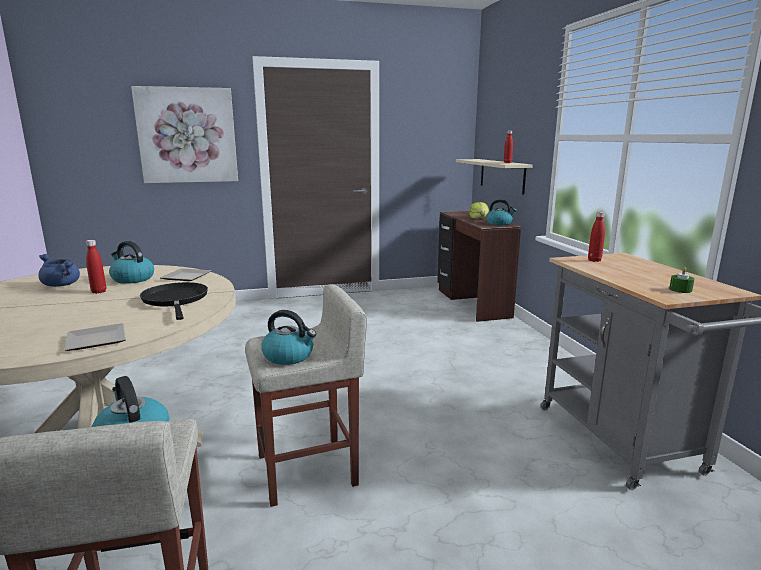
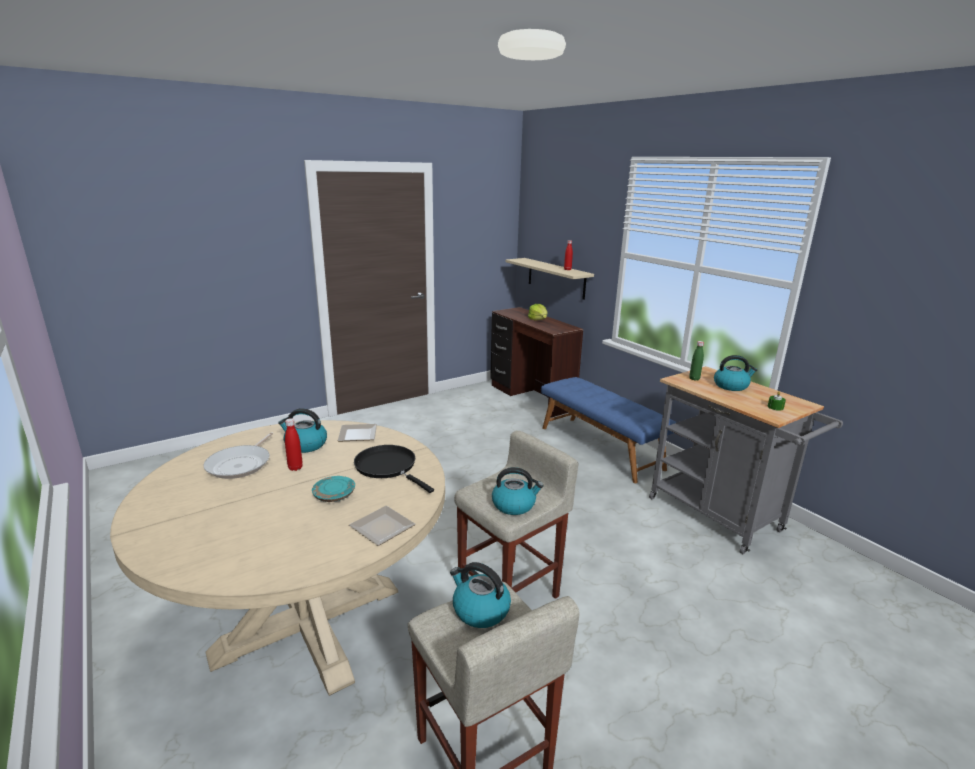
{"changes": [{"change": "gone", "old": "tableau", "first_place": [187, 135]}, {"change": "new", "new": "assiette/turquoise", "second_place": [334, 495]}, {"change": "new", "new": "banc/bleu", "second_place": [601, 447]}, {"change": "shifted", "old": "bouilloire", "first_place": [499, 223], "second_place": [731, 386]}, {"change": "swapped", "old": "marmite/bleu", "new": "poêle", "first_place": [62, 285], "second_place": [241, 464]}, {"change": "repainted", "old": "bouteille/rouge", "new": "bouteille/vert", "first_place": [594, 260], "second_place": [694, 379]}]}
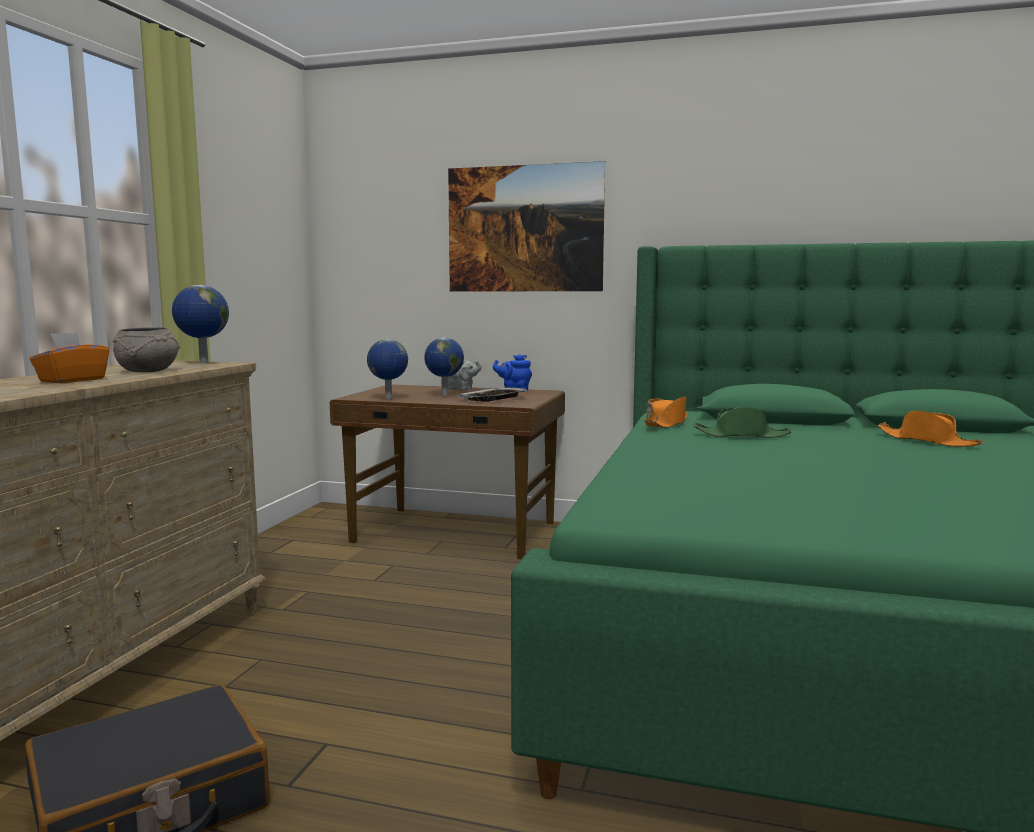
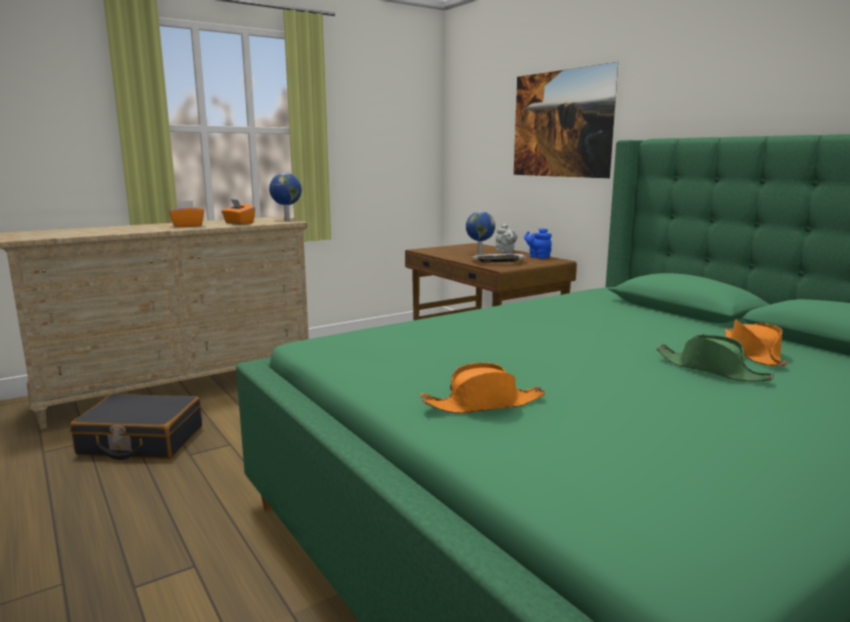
{"changes": [{"change": "gone", "old": "globe", "first_place": [388, 398]}, {"change": "shifted", "old": "chapeau/orange", "first_place": [666, 424], "second_place": [484, 404]}, {"change": "shifted", "old": "chapeau/vert", "first_place": [741, 435], "second_place": [711, 370]}, {"change": "swapped", "old": "bol/gris", "new": "boîte à mouchoirs/orange", "first_place": [148, 371], "second_place": [239, 223]}]}
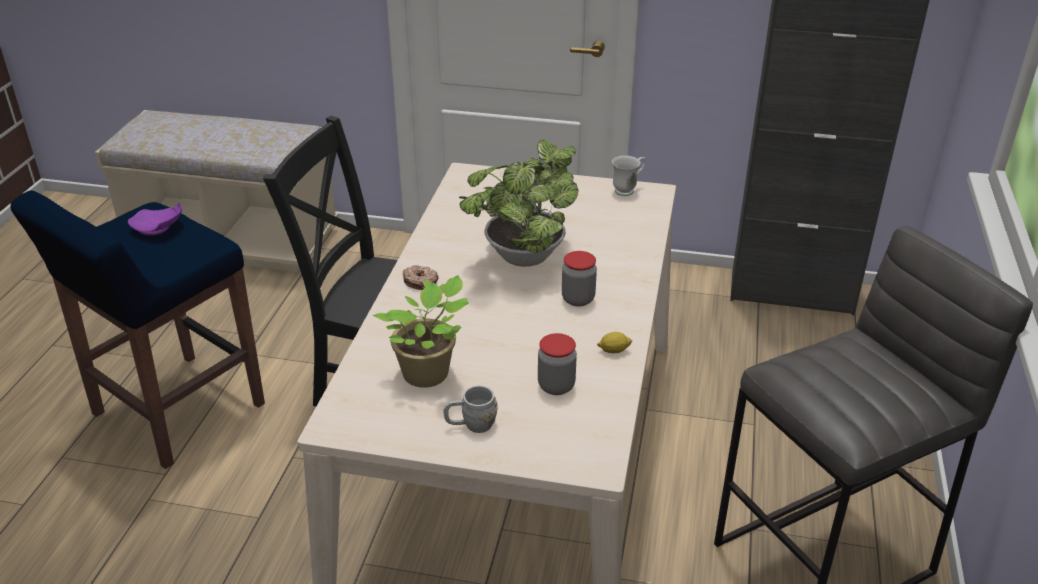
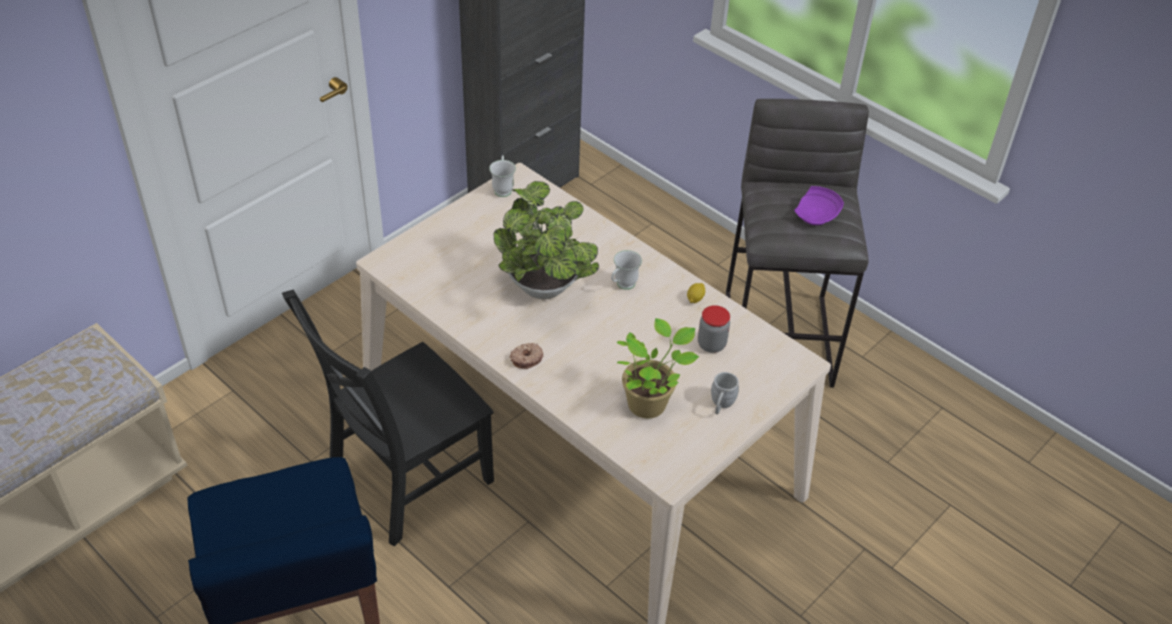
{"changes": [{"change": "shifted", "old": "assiette/violet", "first_place": [158, 228], "second_place": [817, 215]}, {"change": "swapped", "old": "bocal", "new": "mug/blanc", "first_place": [578, 299], "second_place": [622, 286]}]}
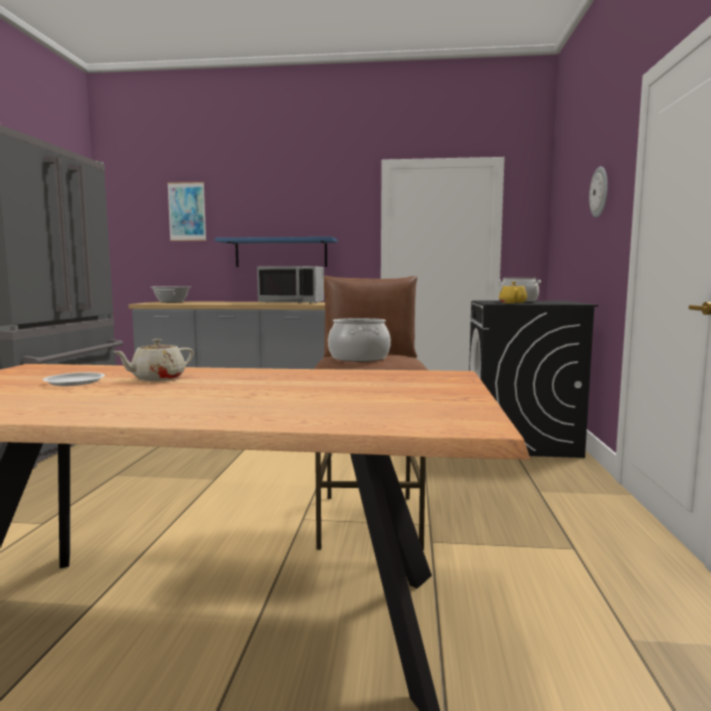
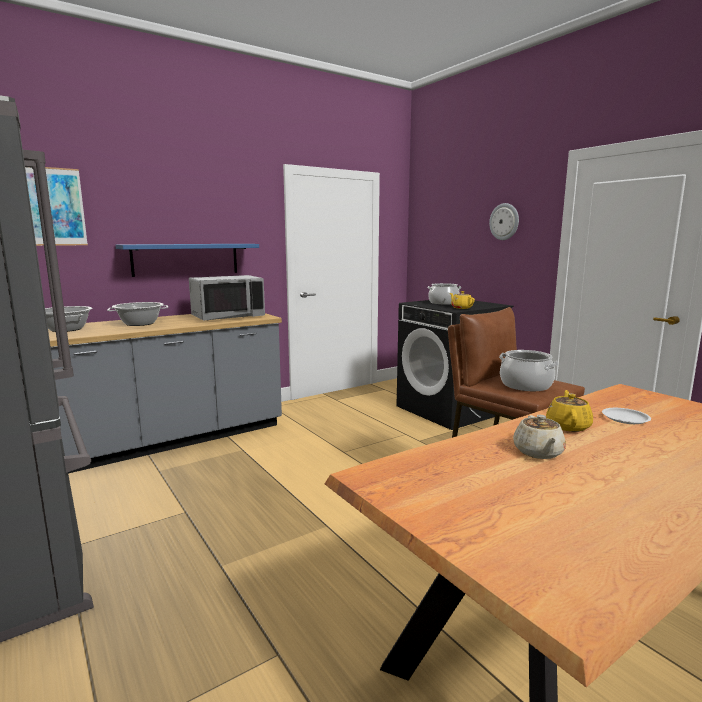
{"changes": [{"change": "new", "new": "marmite", "second_place": [140, 323]}, {"change": "new", "new": "théière/jaune", "second_place": [568, 426]}, {"change": "shifted", "old": "assiette/blanc", "first_place": [75, 382], "second_place": [625, 418]}]}
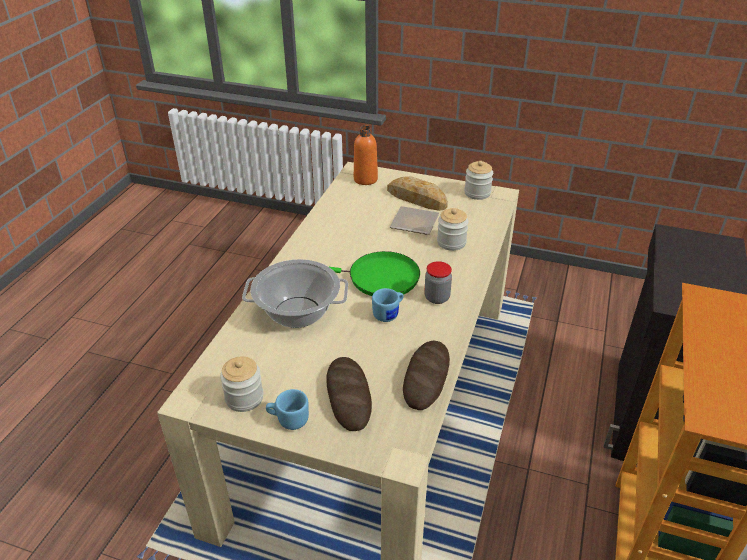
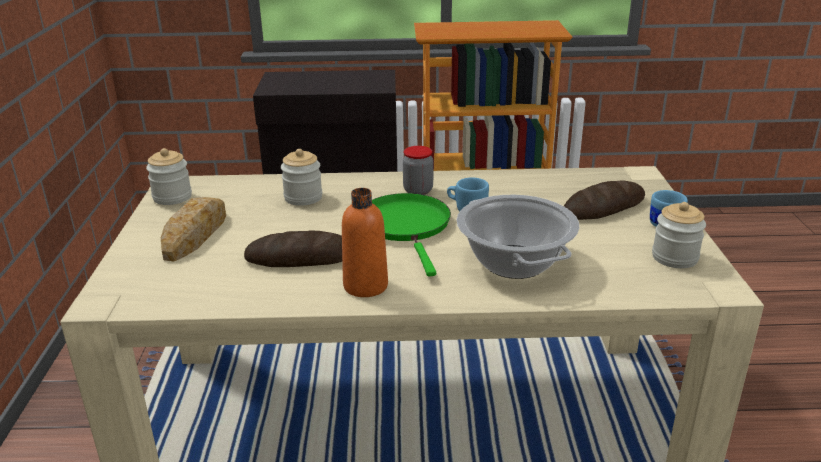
{"changes": [{"change": "gone", "old": "assiette", "first_place": [412, 223]}, {"change": "shifted", "old": "bouteille/orange", "first_place": [365, 179], "second_place": [365, 286]}, {"change": "shifted", "old": "pain", "first_place": [426, 377], "second_place": [300, 257]}]}
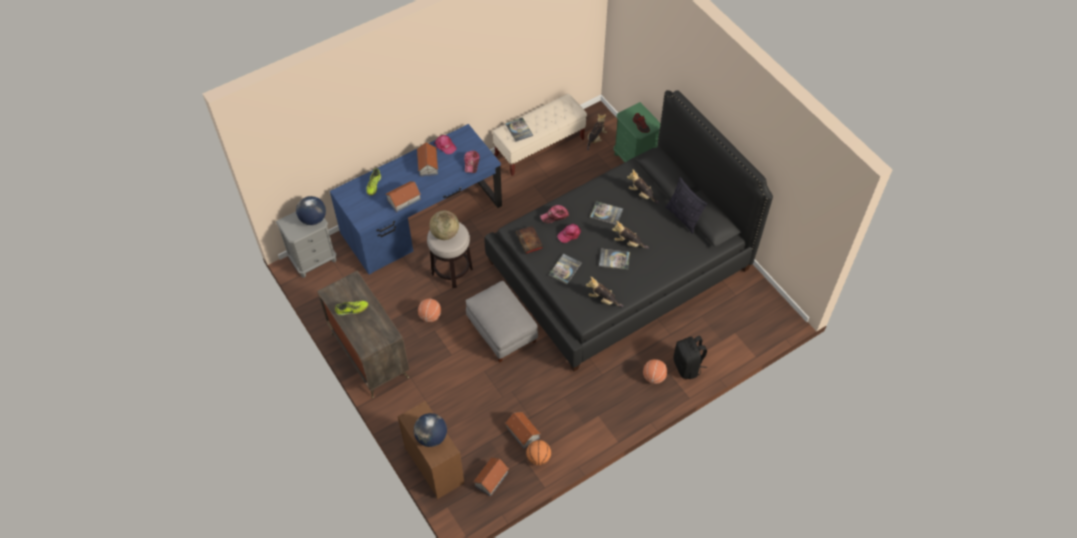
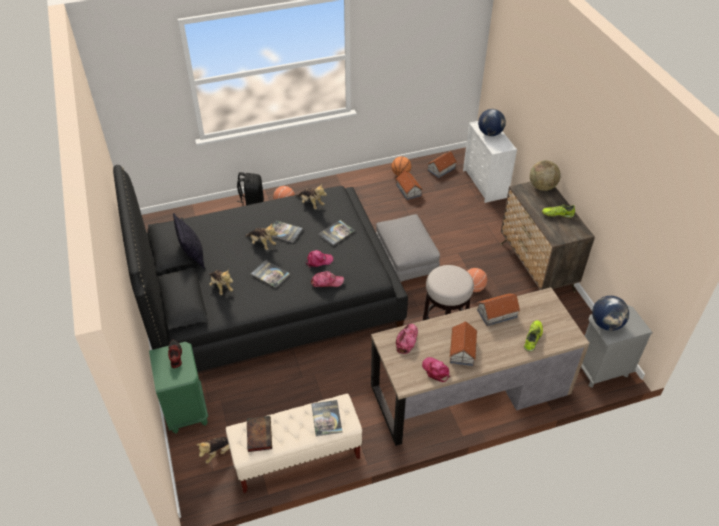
{"changes": [{"change": "shifted", "old": "globe", "first_place": [445, 233], "second_place": [542, 187]}, {"change": "shifted", "old": "livre", "first_place": [530, 241], "second_place": [259, 434]}, {"change": "repainted", "old": "bureau/bleu", "new": "bureau/marron", "first_place": [422, 219], "second_place": [470, 390]}, {"change": "repainted", "old": "commode/marron", "new": "commode/blanc", "first_place": [433, 465], "second_place": [485, 184]}]}
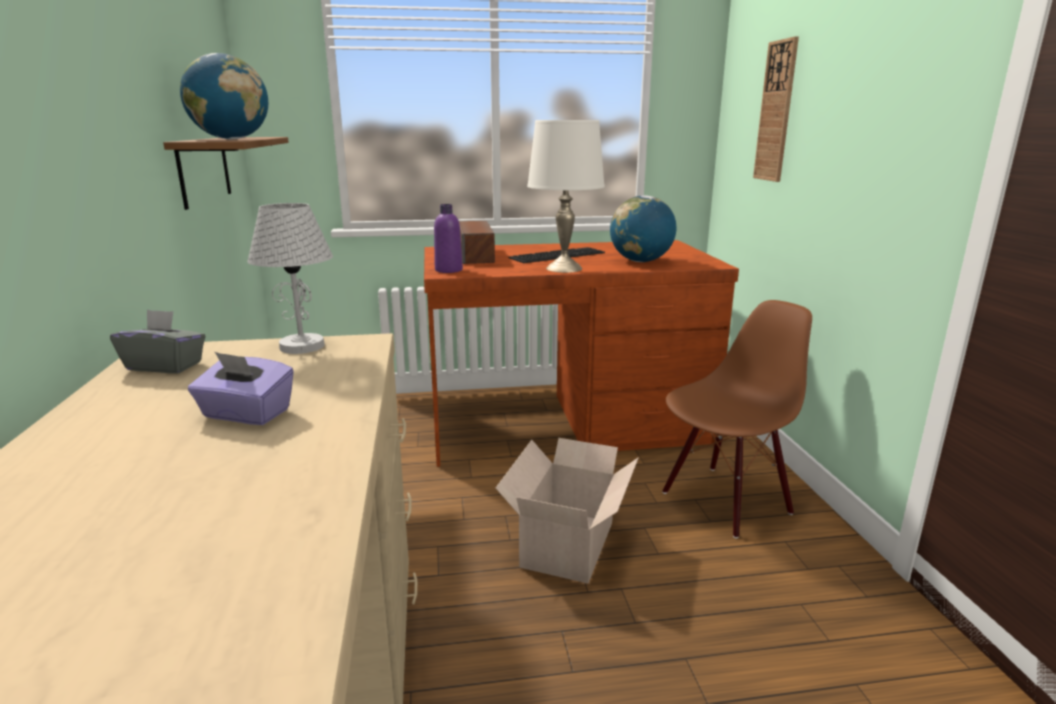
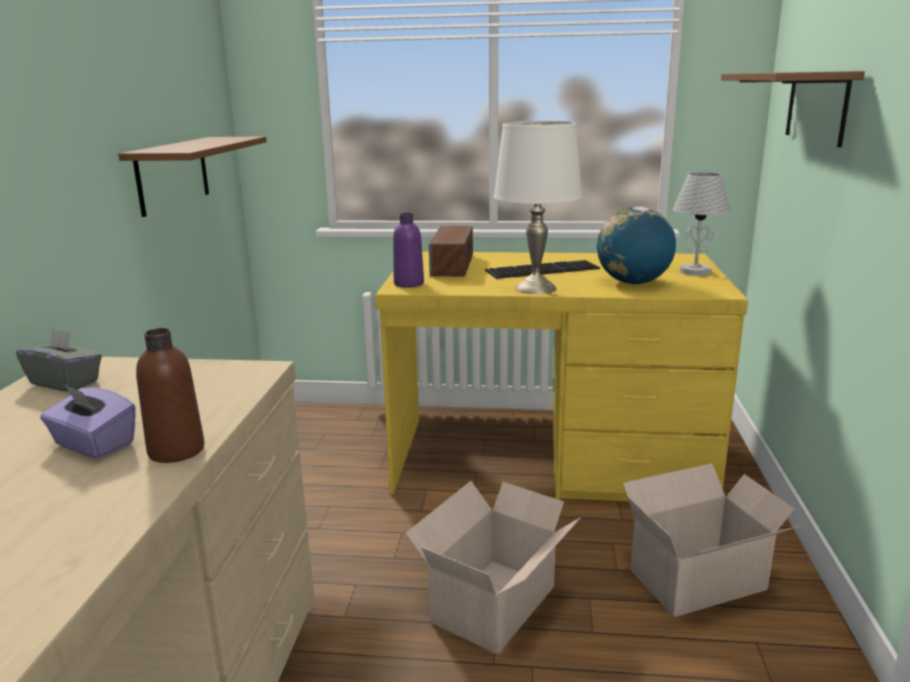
{"changes": [{"change": "gone", "old": "globe", "first_place": [231, 139]}, {"change": "new", "new": "bouteille/marron", "second_place": [176, 450]}, {"change": "shifted", "old": "lampe de table/blanc", "first_place": [301, 346], "second_place": [694, 271]}, {"change": "swapped", "old": "chaise/marron", "new": "carton", "first_place": [725, 501], "second_place": [701, 580]}, {"change": "swapped", "old": "horloge murale", "new": "étagère/marron", "first_place": [776, 112], "second_place": [816, 106]}, {"change": "repainted", "old": "bureau/marron", "new": "bureau/jaune", "first_place": [567, 424], "second_place": [550, 460]}]}
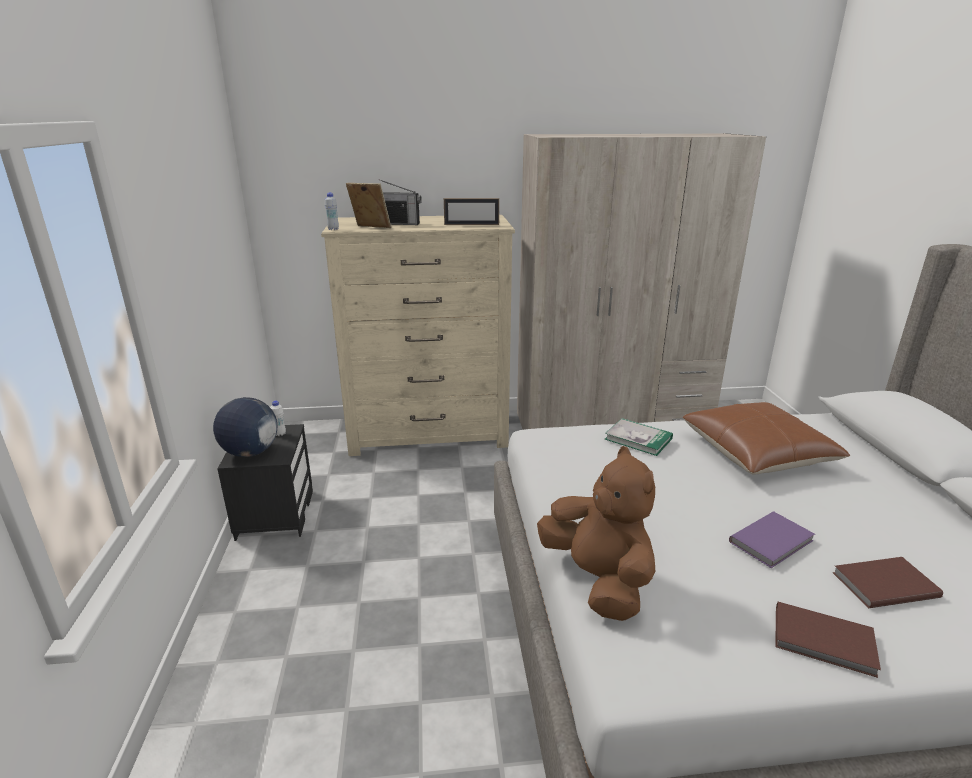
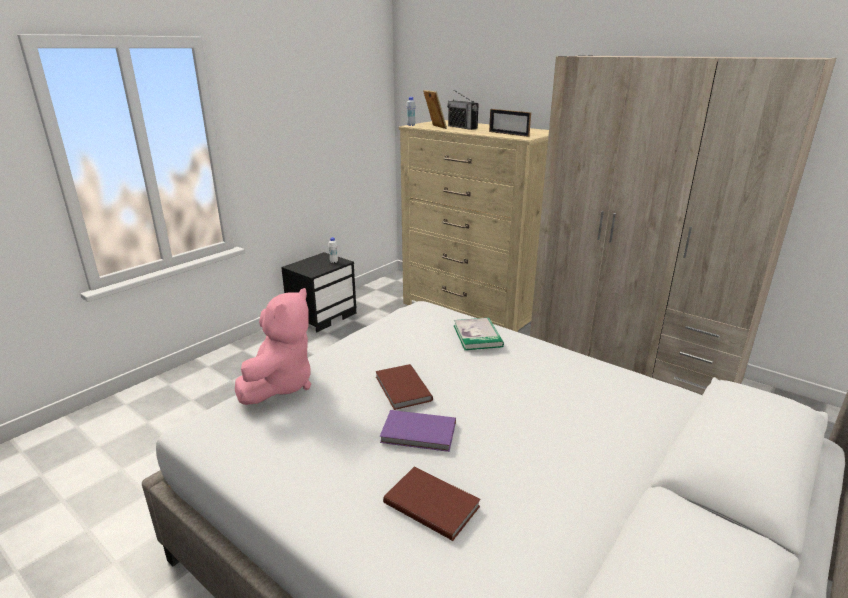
{"changes": [{"change": "gone", "old": "globe", "first_place": [250, 453]}, {"change": "gone", "old": "coussin/marron", "first_place": [757, 452]}, {"change": "shifted", "old": "livre/marron", "first_place": [825, 642], "second_place": [401, 389]}, {"change": "repainted", "old": "peluche/marron", "new": "peluche/rose", "first_place": [598, 580], "second_place": [280, 385]}]}
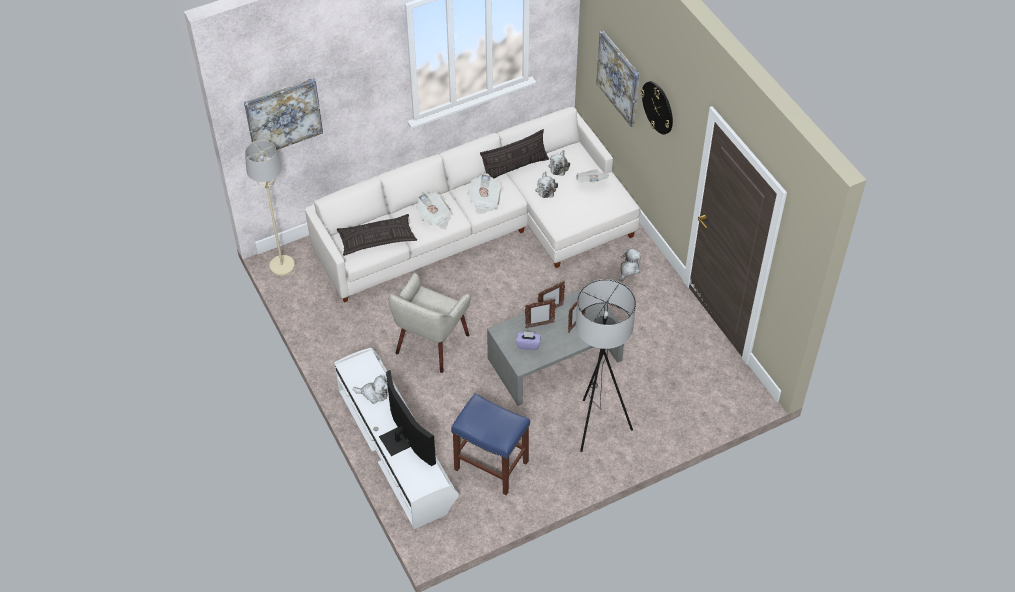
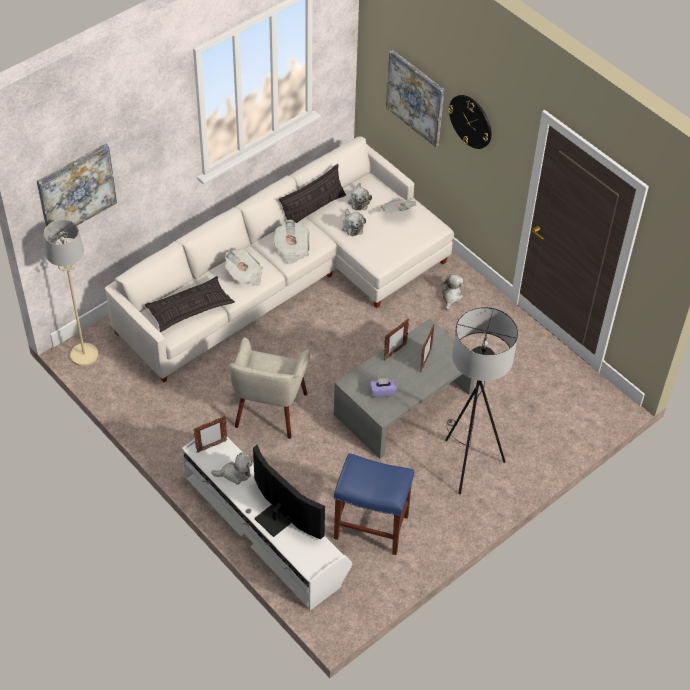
{"changes": [{"change": "shifted", "old": "cadre photo", "first_place": [539, 325], "second_place": [211, 446]}]}
